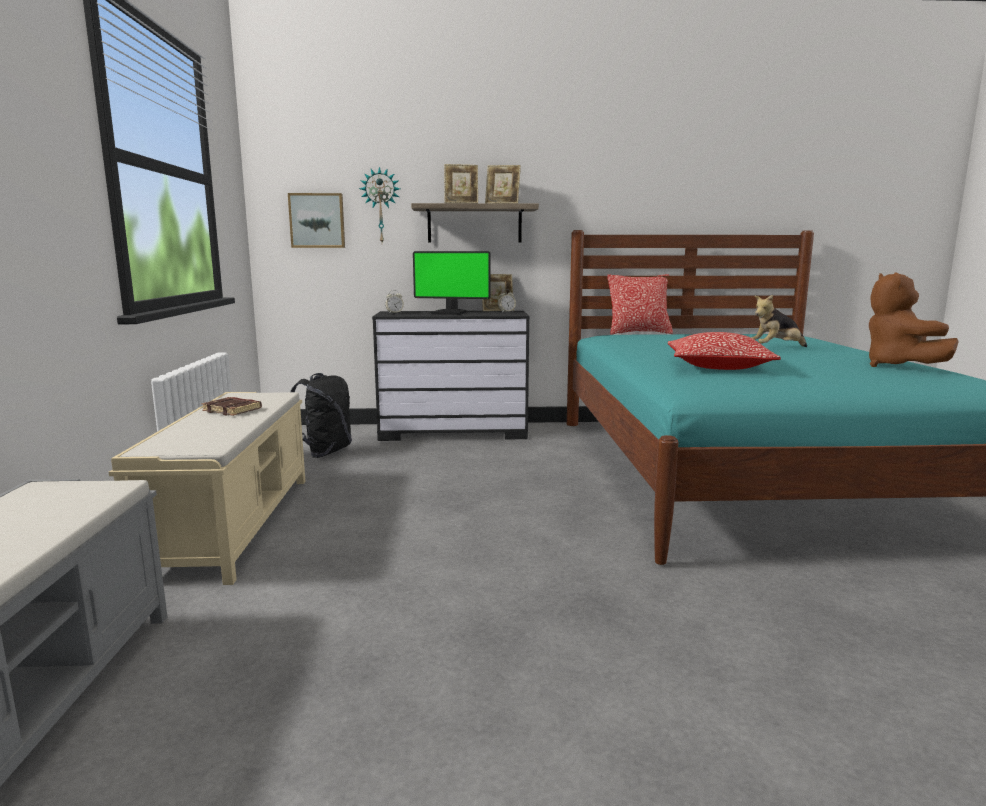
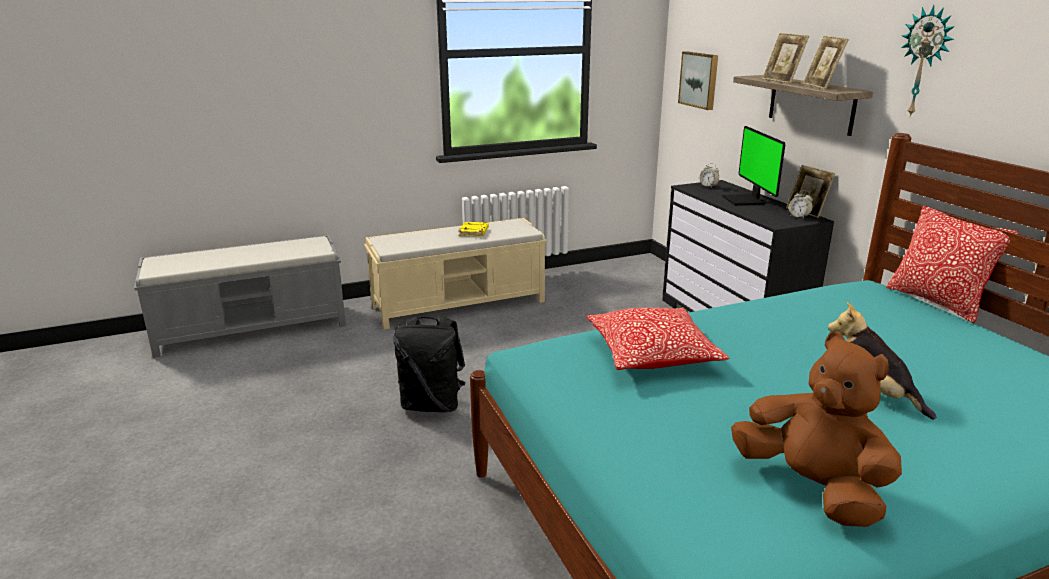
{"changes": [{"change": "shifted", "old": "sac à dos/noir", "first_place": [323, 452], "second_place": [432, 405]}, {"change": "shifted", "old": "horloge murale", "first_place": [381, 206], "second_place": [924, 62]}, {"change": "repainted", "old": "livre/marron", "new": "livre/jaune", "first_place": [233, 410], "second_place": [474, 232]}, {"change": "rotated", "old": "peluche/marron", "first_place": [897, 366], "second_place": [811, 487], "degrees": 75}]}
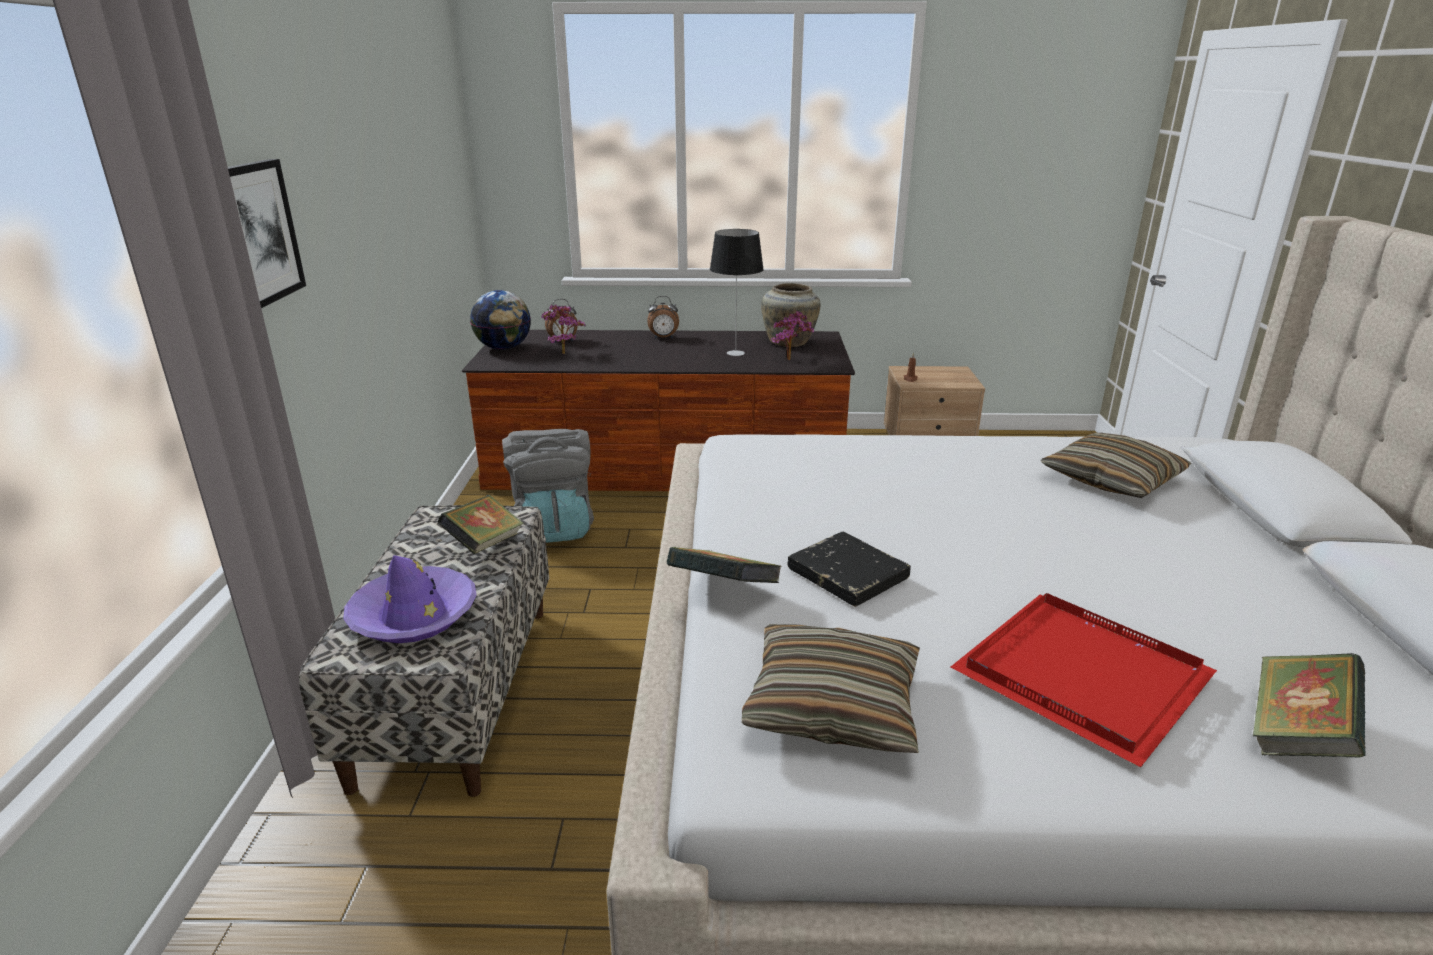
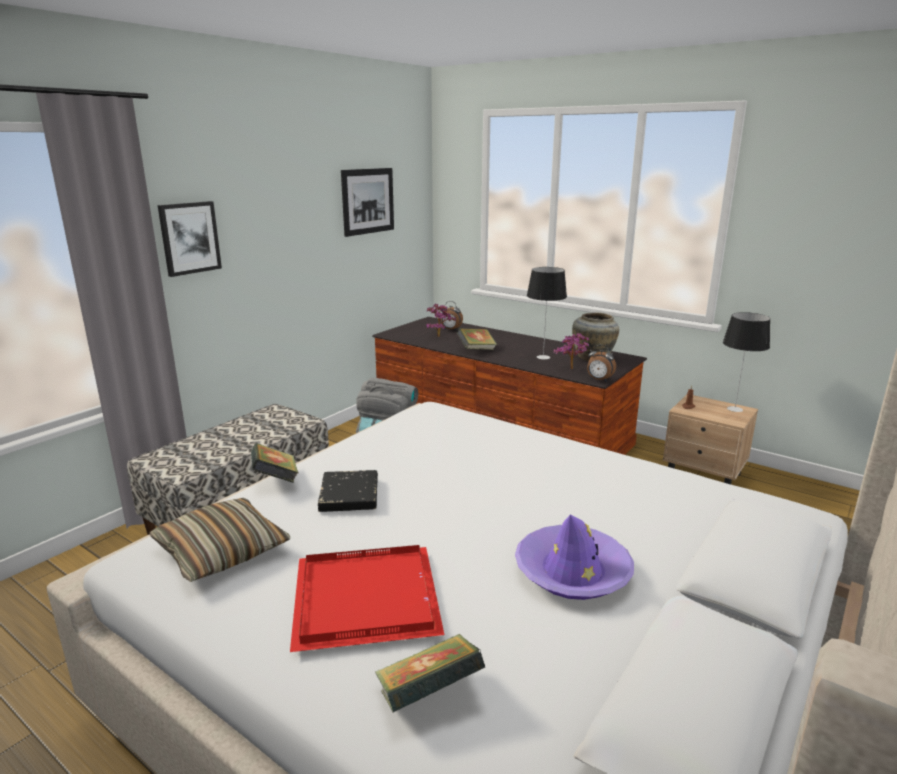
{"changes": [{"change": "gone", "old": "globe", "first_place": [503, 348]}, {"change": "gone", "old": "coussin", "first_place": [1112, 479]}, {"change": "new", "new": "tableau", "second_place": [368, 201]}, {"change": "new", "new": "lampe de table", "second_place": [735, 409]}, {"change": "shifted", "old": "chapeau/violet", "first_place": [413, 615], "second_place": [572, 572]}, {"change": "shifted", "old": "livre", "first_place": [484, 544], "second_place": [476, 350]}, {"change": "shifted", "old": "réveil", "first_place": [663, 338], "second_place": [599, 380]}]}
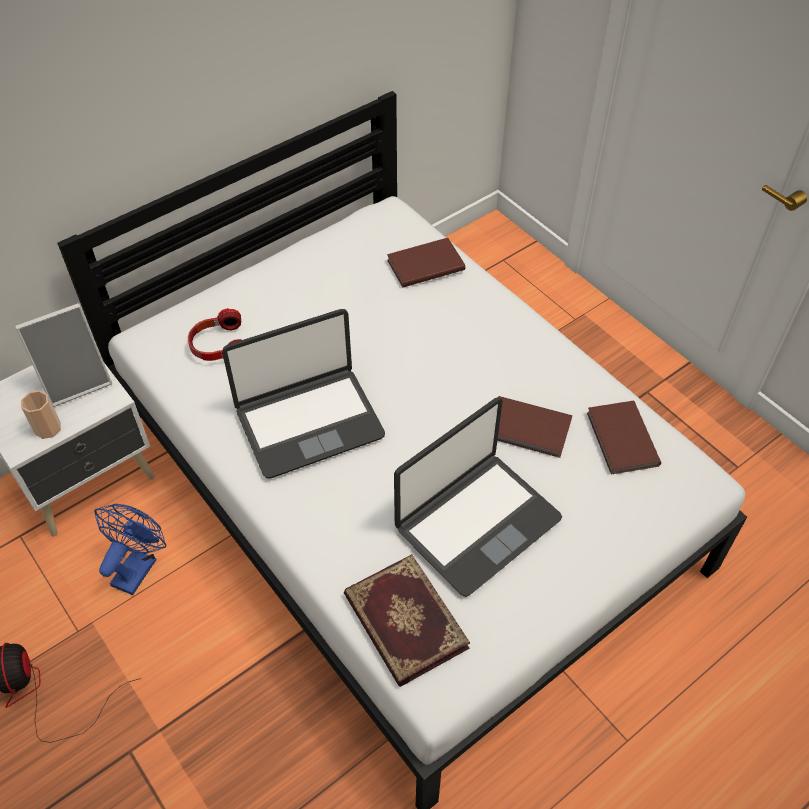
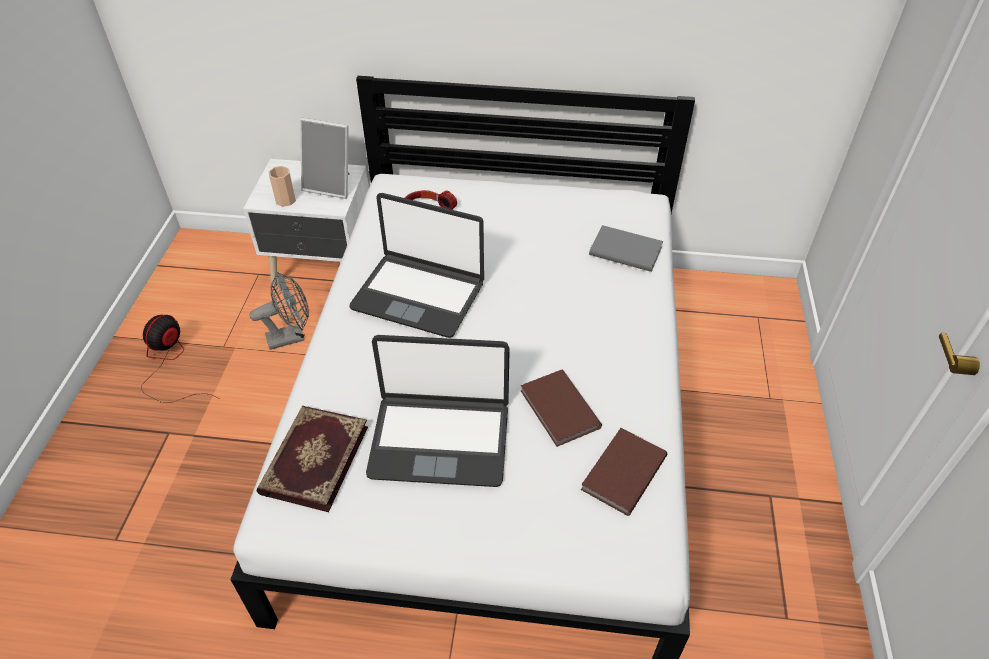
{"changes": [{"change": "repainted", "old": "ventilateur/bleu", "new": "ventilateur/gris", "first_place": [138, 566], "second_place": [291, 336]}, {"change": "repainted", "old": "livre/marron", "new": "livre/gris", "first_place": [424, 264], "second_place": [625, 249]}]}
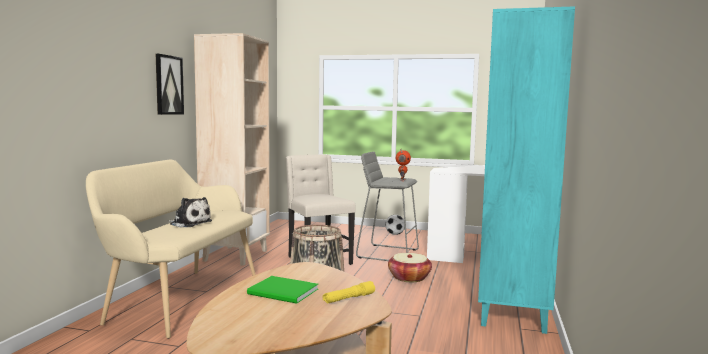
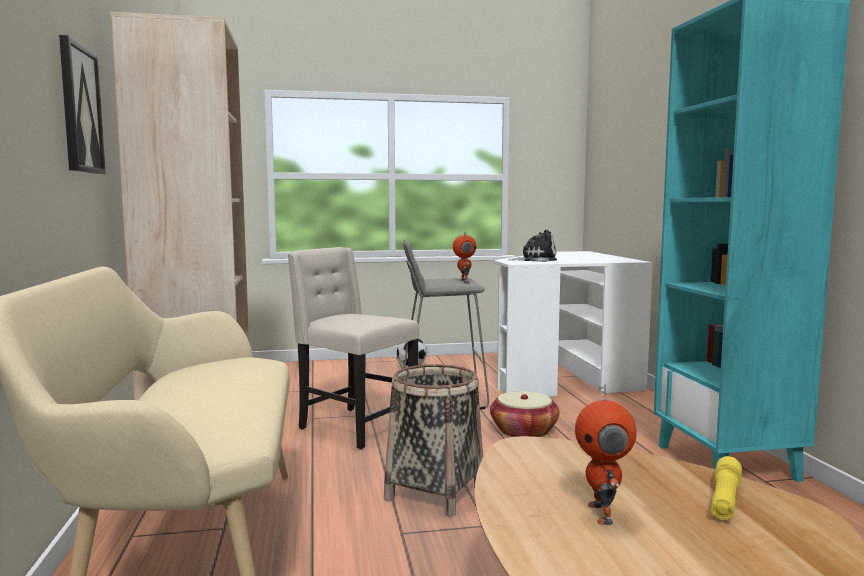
{"changes": [{"change": "shifted", "old": "peluche", "first_place": [189, 223], "second_place": [536, 260]}, {"change": "swapped", "old": "livre/vert", "new": "robot jouet", "first_place": [284, 292], "second_place": [603, 513]}]}
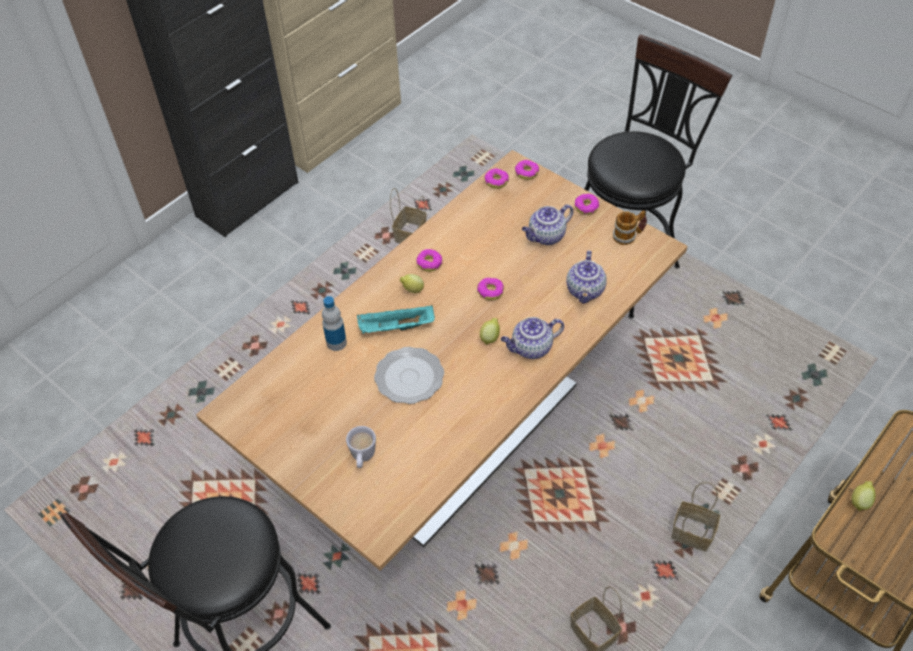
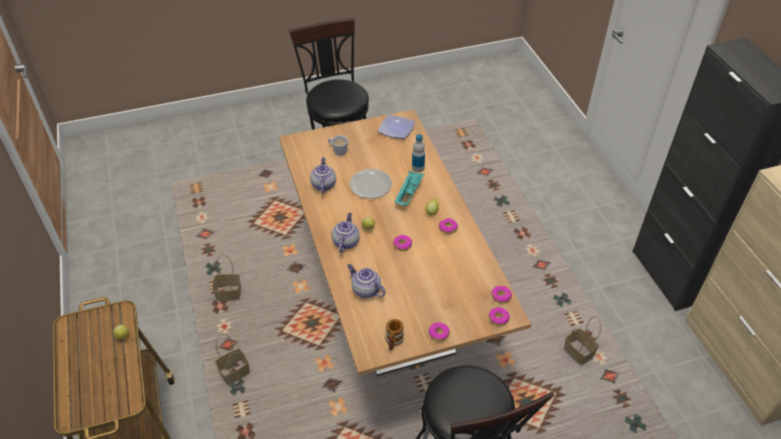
{"changes": [{"change": "new", "new": "assiette", "second_place": [396, 129]}, {"change": "shifted", "old": "théière", "first_place": [546, 237], "second_place": [323, 184]}]}
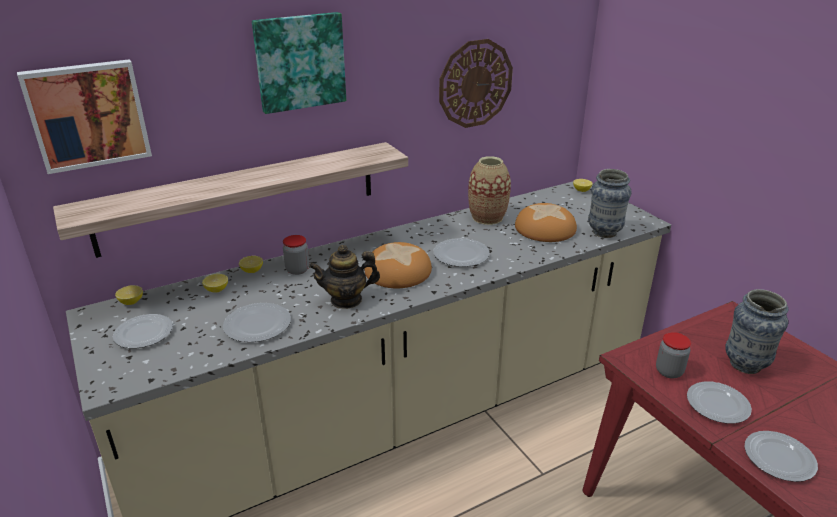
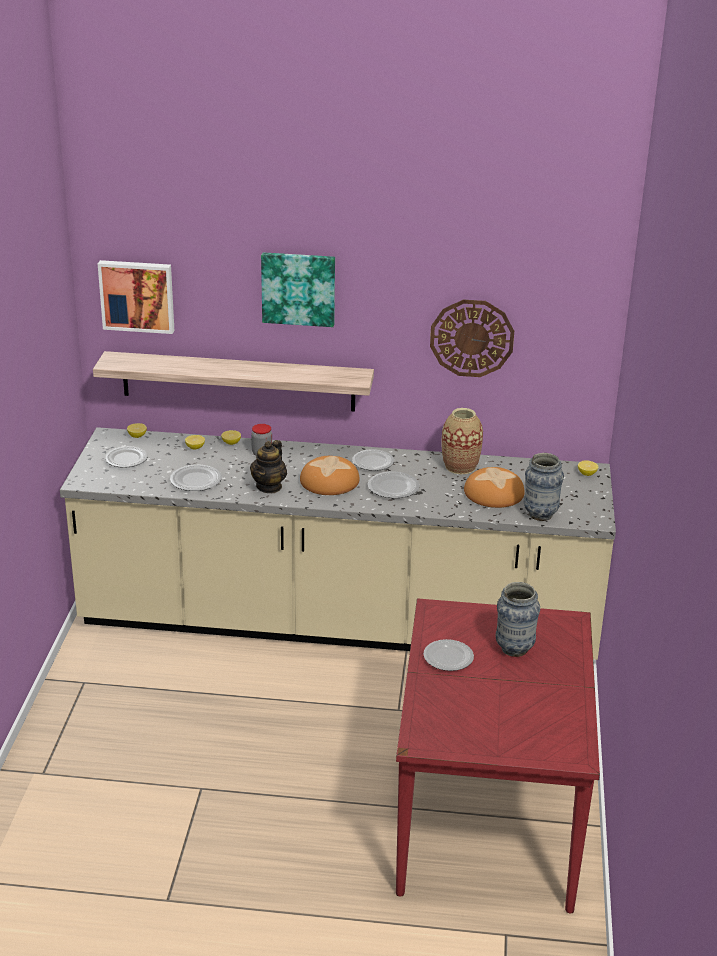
{"changes": [{"change": "gone", "old": "bocal", "first_place": [669, 371]}, {"change": "shifted", "old": "assiette", "first_place": [779, 459], "second_place": [373, 462]}, {"change": "rotated", "old": "théière", "first_place": [346, 300], "second_place": [269, 486], "degrees": -90}]}
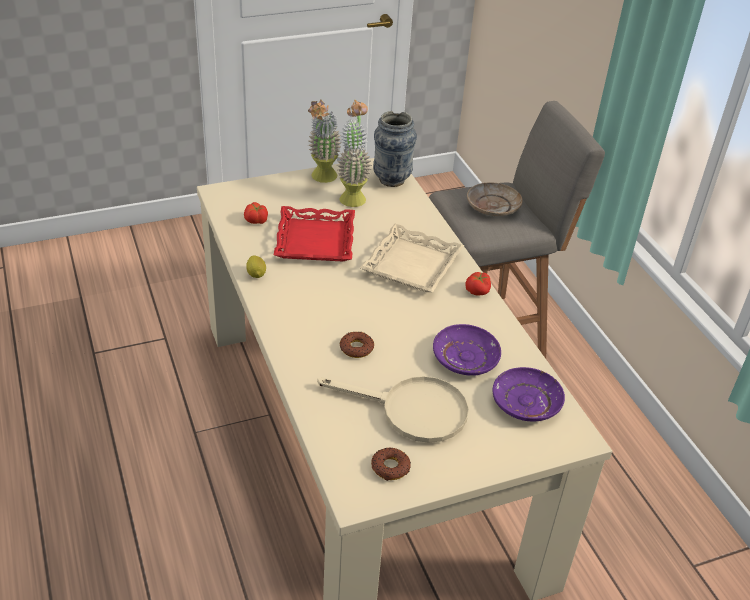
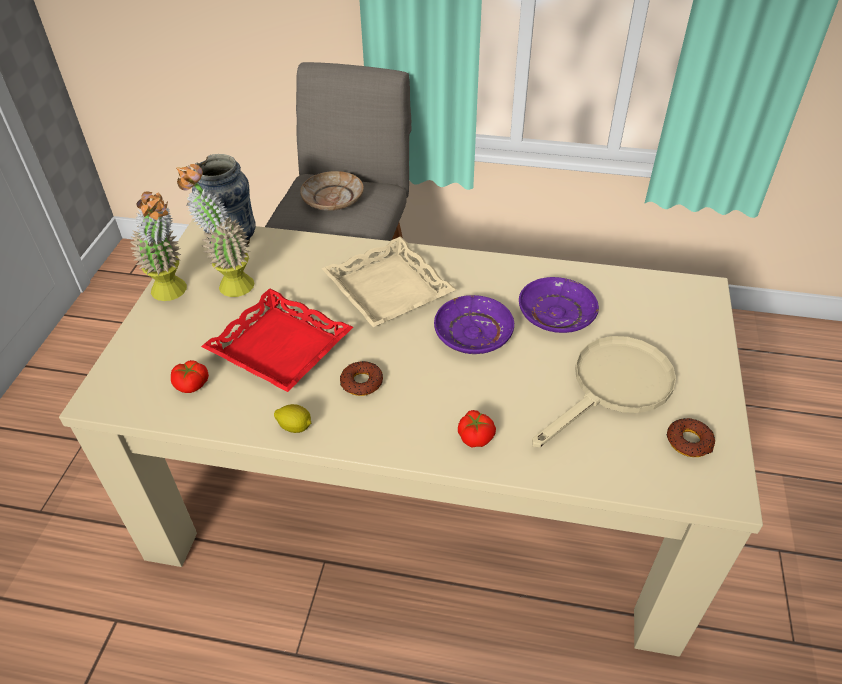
{"changes": [{"change": "shifted", "old": "beignet", "first_place": [356, 348], "second_place": [361, 382]}, {"change": "shifted", "old": "tomate", "first_place": [478, 291], "second_place": [476, 436]}, {"change": "shifted", "old": "assiette/violet", "first_place": [526, 402], "second_place": [473, 333]}]}
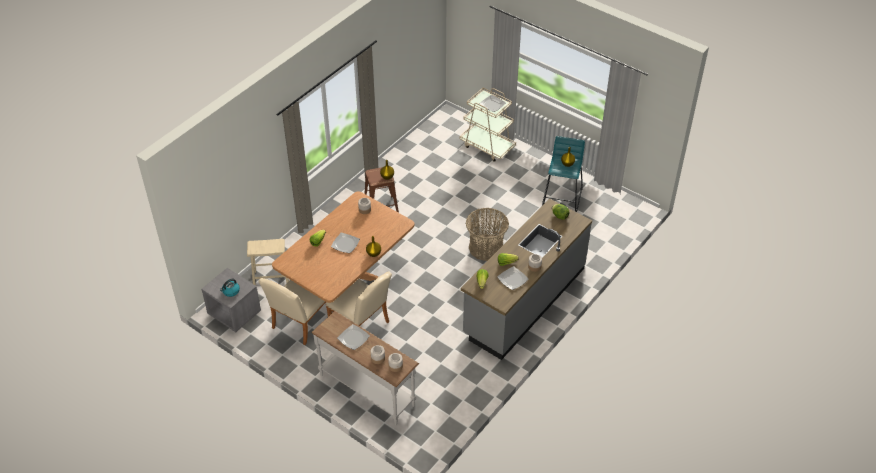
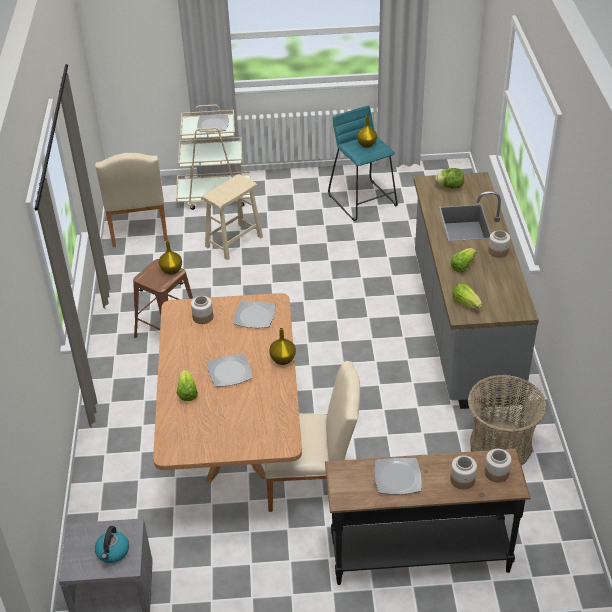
{"changes": [{"change": "shifted", "old": "tabouret/beige", "first_place": [271, 277], "second_place": [234, 242]}, {"change": "shifted", "old": "chaise/beige", "first_place": [299, 324], "second_place": [138, 229]}, {"change": "shifted", "old": "panier", "first_place": [486, 247], "second_place": [500, 445]}, {"change": "shifted", "old": "assiette", "first_place": [513, 279], "second_place": [255, 316]}, {"change": "repainted", "old": "table console/blanc", "new": "table console/noir", "first_place": [367, 389], "second_place": [419, 555]}]}
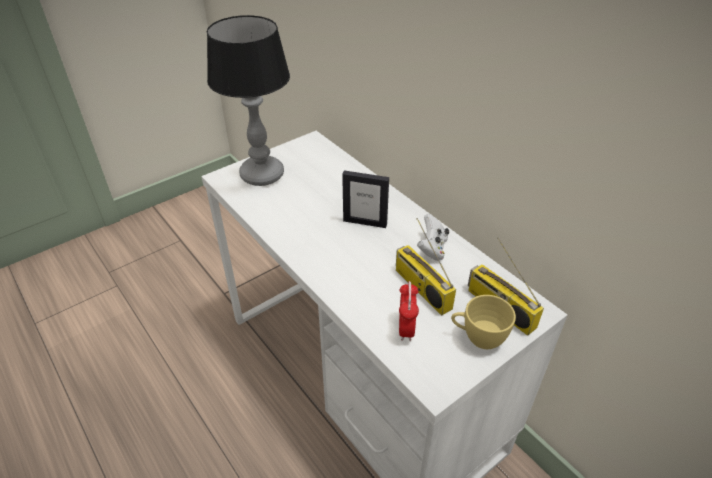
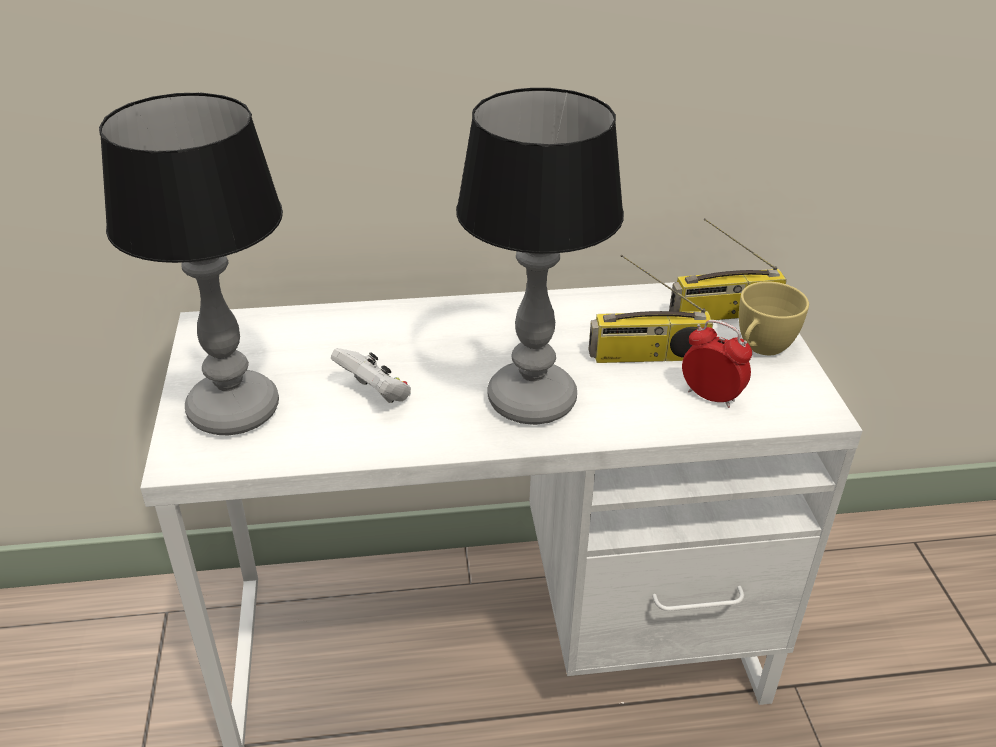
{"changes": [{"change": "gone", "old": "cadre photo", "first_place": [365, 222]}, {"change": "new", "new": "lampe de table", "second_place": [534, 400]}, {"change": "shifted", "old": "manette/blanc", "first_place": [432, 248], "second_place": [375, 394]}]}
